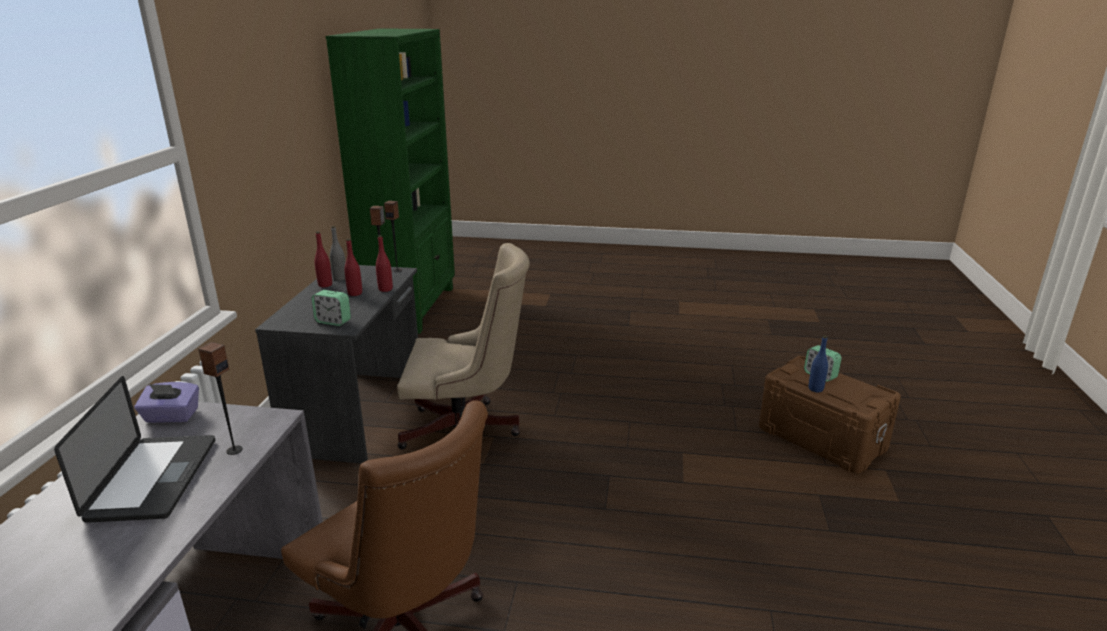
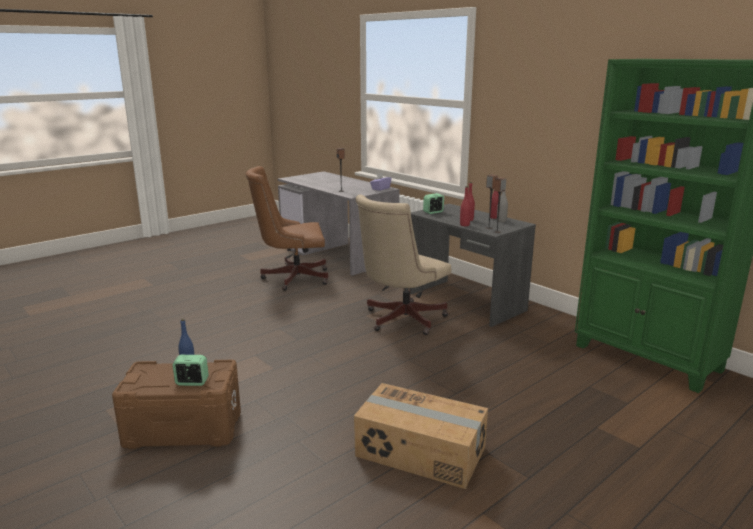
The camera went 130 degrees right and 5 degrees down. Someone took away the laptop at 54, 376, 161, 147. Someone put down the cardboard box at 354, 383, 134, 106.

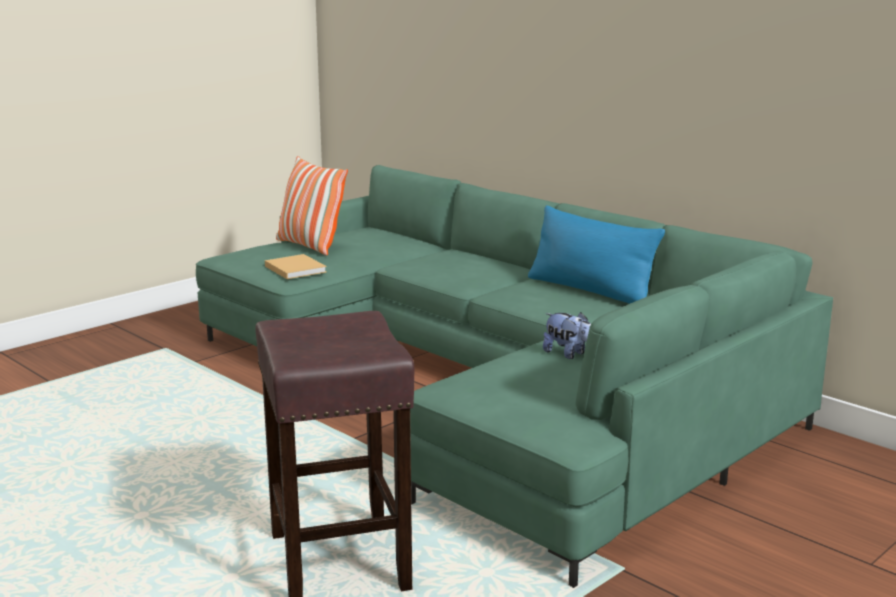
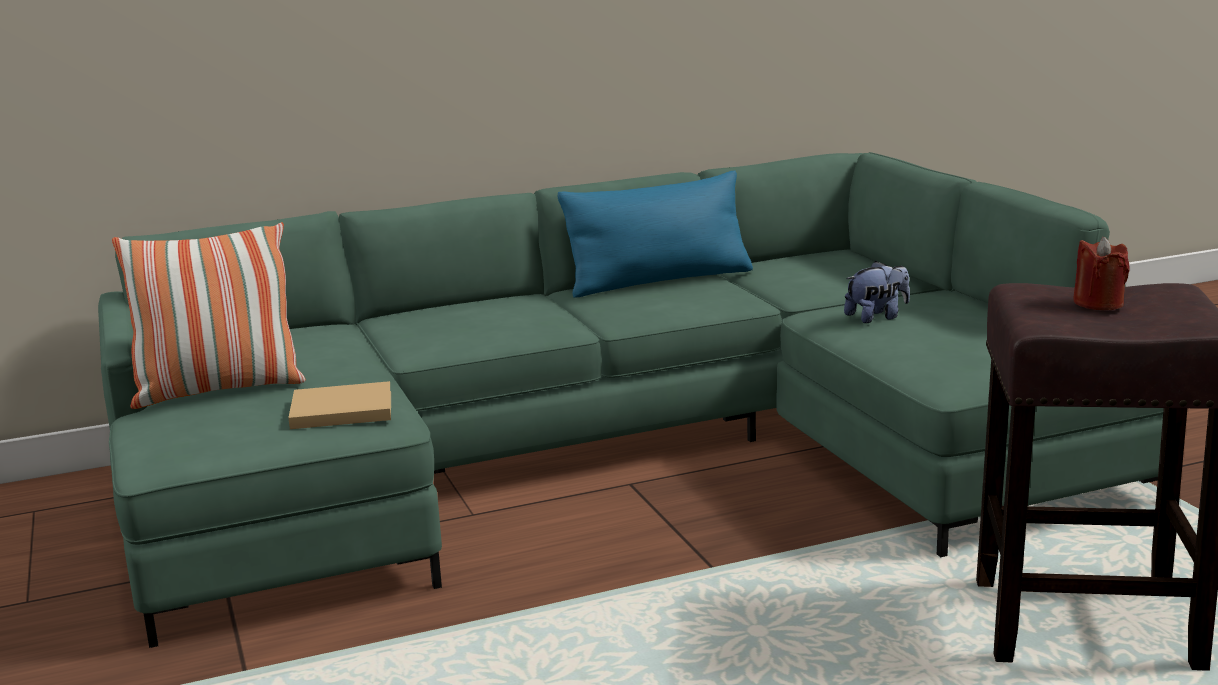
The camera went 65 degrees left and 0 degrees up. Someone put down the candle (red) at 1073, 237, 57, 73.

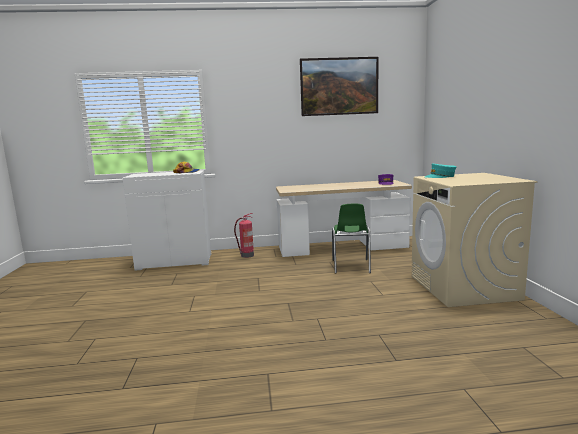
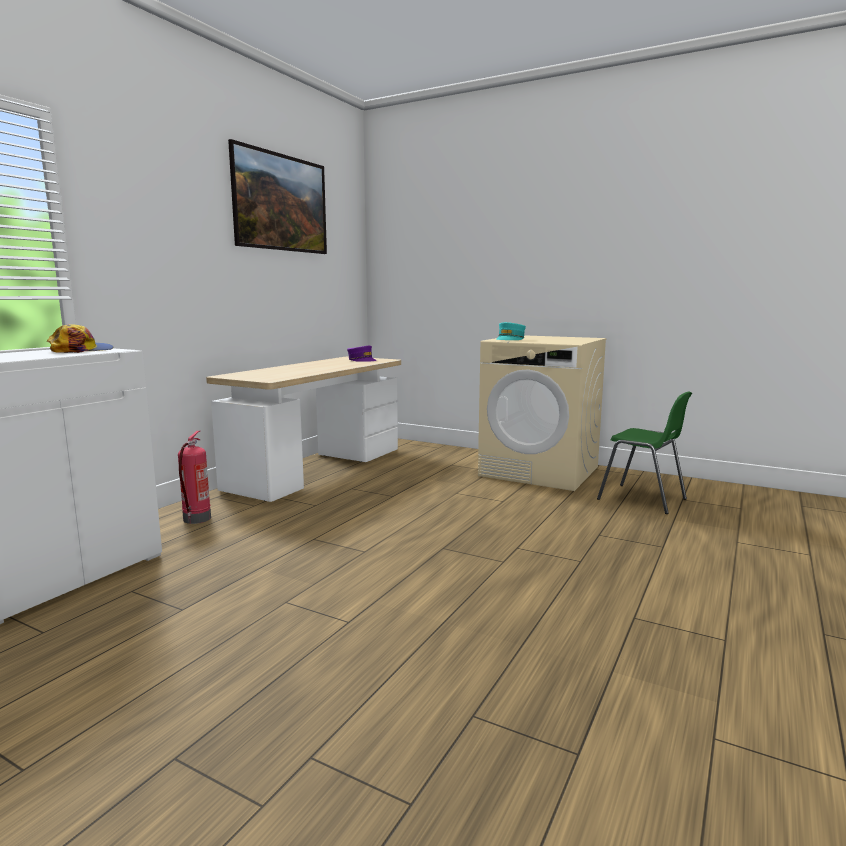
The camera went 55 degrees left and 0 degrees up. Someone carried the chair (green) from 332, 204, 39, 70 to 597, 392, 95, 122.

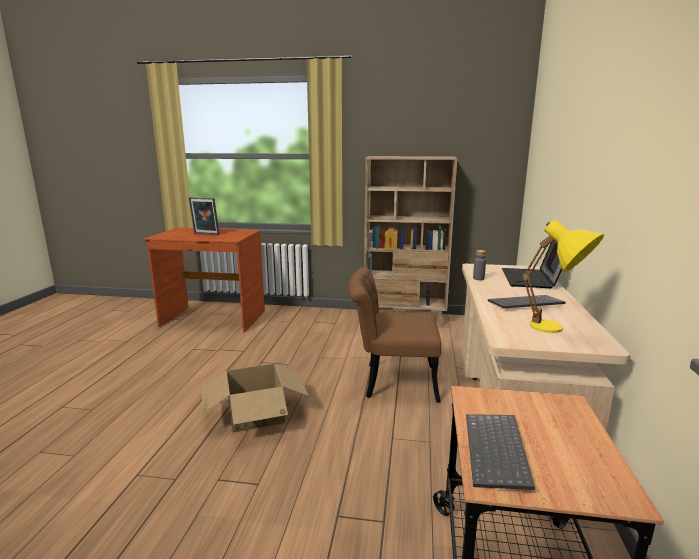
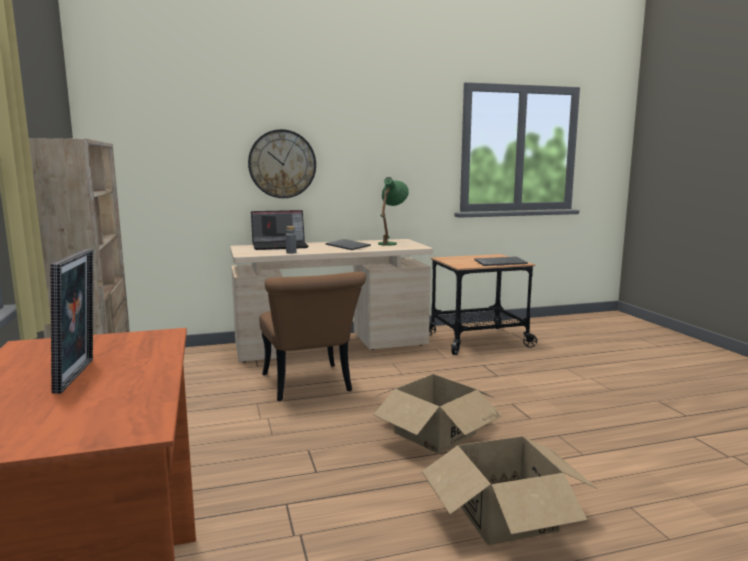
The camera went 115 degrees left and 5 degrees down. Someone repainted the table lamp (yellow) at 522, 220, 82, 113, which became the table lamp (green) at 378, 177, 31, 69. Someone put up the wall clock at 248, 129, 68, 69. Someone put down the cardboard box at 422, 436, 175, 109.

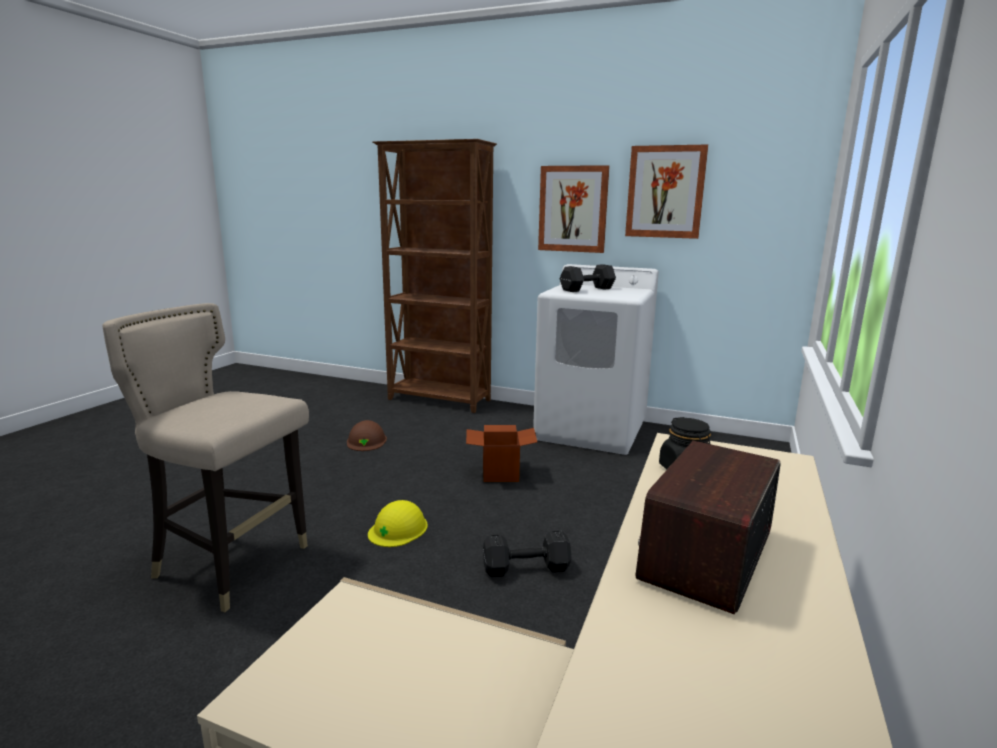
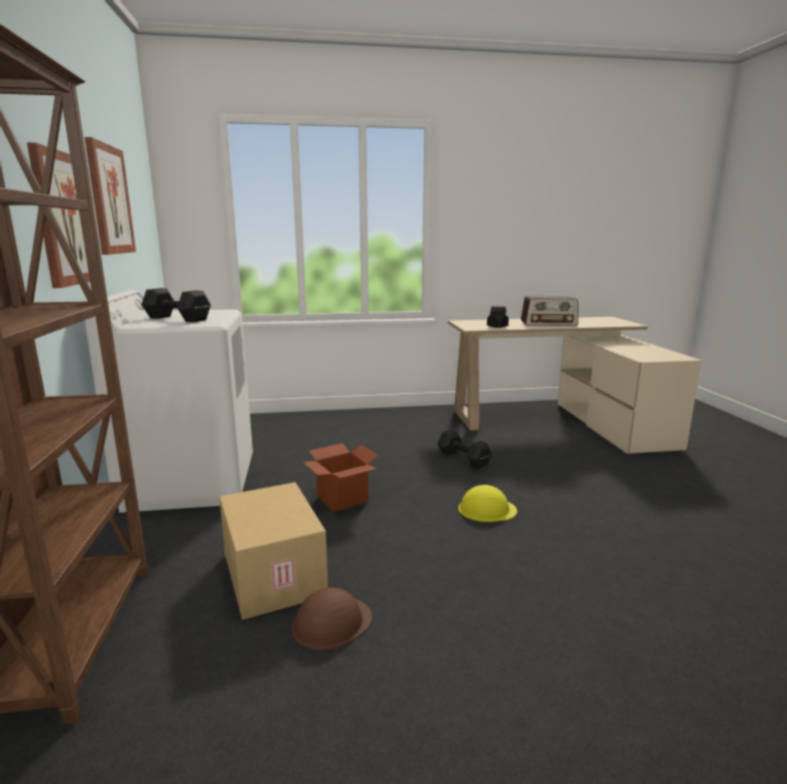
The camera went 120 degrees left and 0 degrees up. Someone took away the stool (beige) at 102, 303, 207, 309. Someone put down the cardboard box at 219, 482, 109, 138.

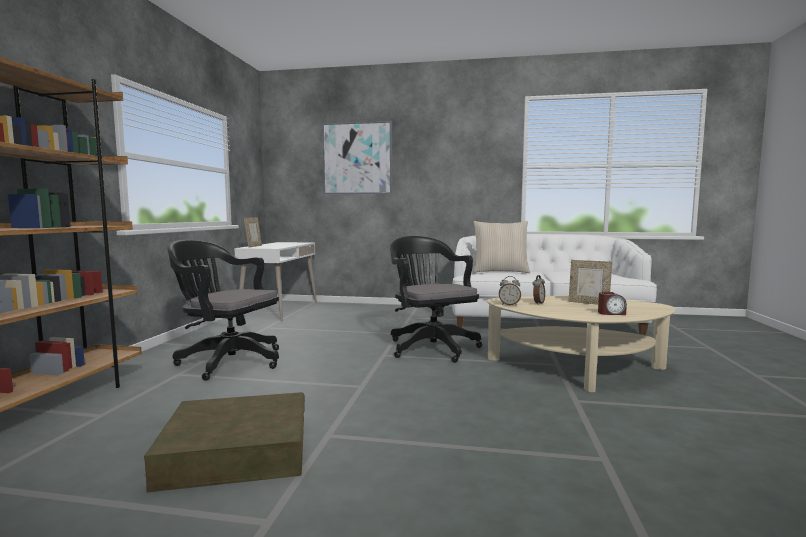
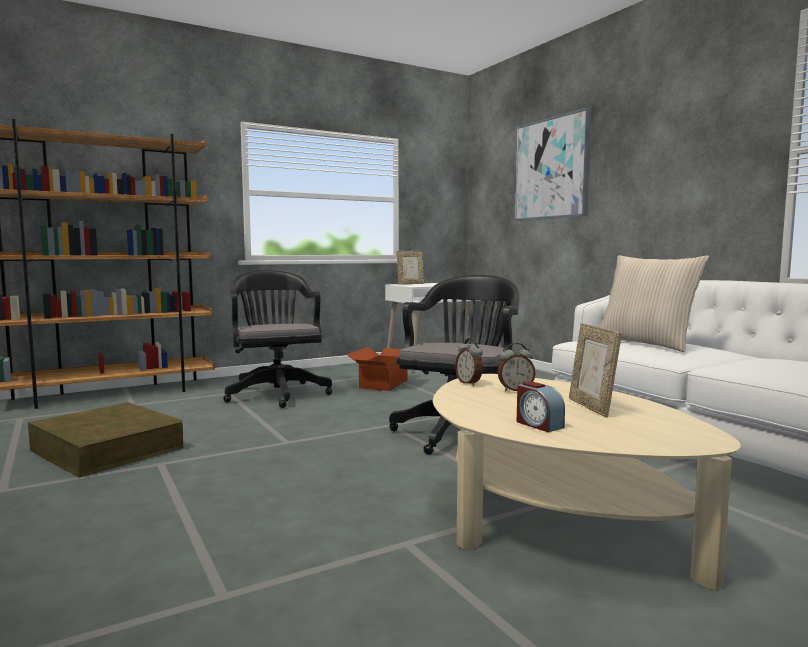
The camera went 50 degrees right and 0 degrees up. Someone put down the cardboard box at 347, 347, 61, 44.

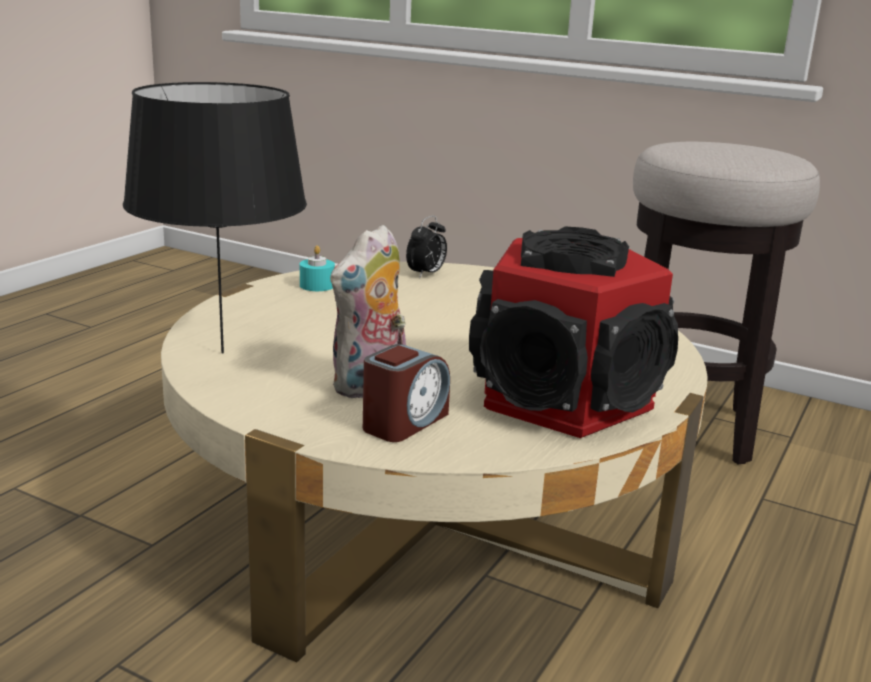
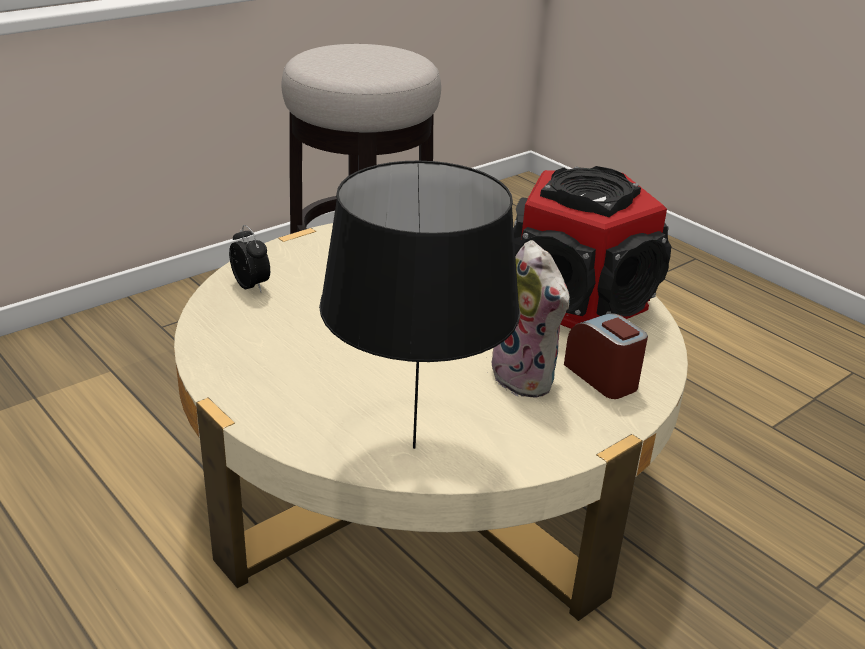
The camera went 70 degrees left and 10 degrees up. Someone took away the candle (turquoise) at 300, 245, 35, 46.

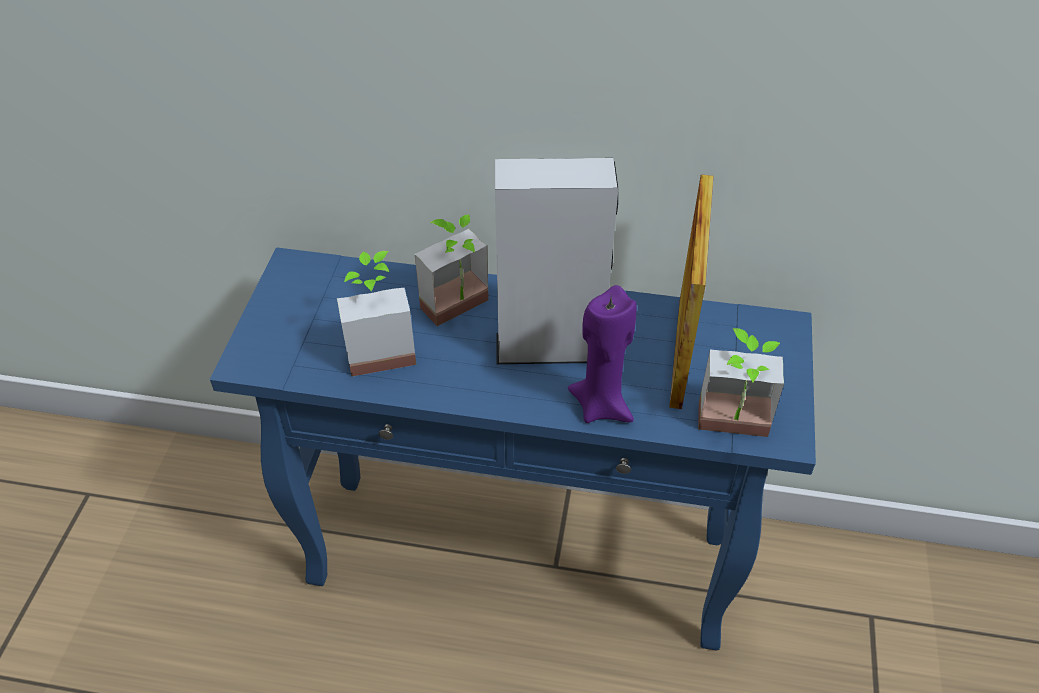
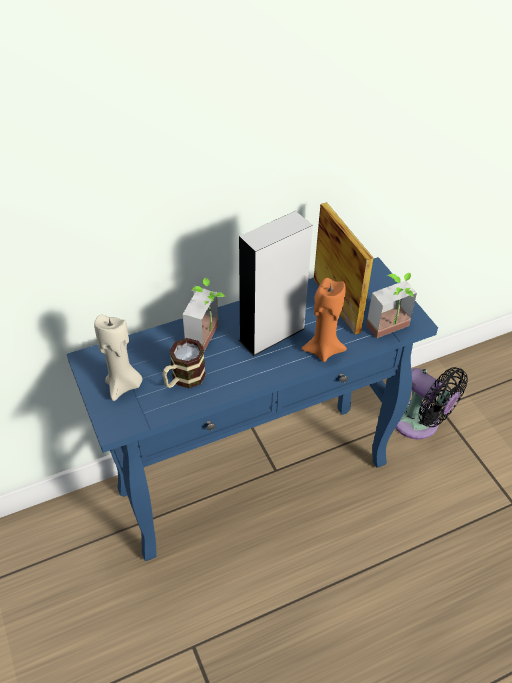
The camera went 35 degrees left and 0 degrees up. Someone swapped the potted plant at 337, 251, 79, 126 for the mug at 162, 338, 44, 50. Someone repainted the candle (purple) at 568, 285, 69, 138, which became the candle (orange) at 302, 278, 45, 84. Someone put down the candle (beige) at 94, 315, 48, 86. Someone put down the fan (black) at 395, 367, 73, 73.

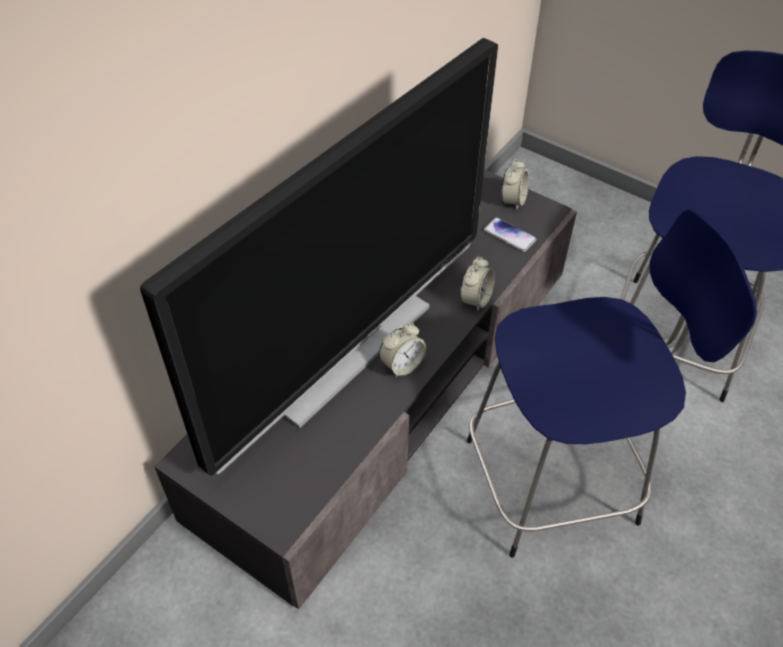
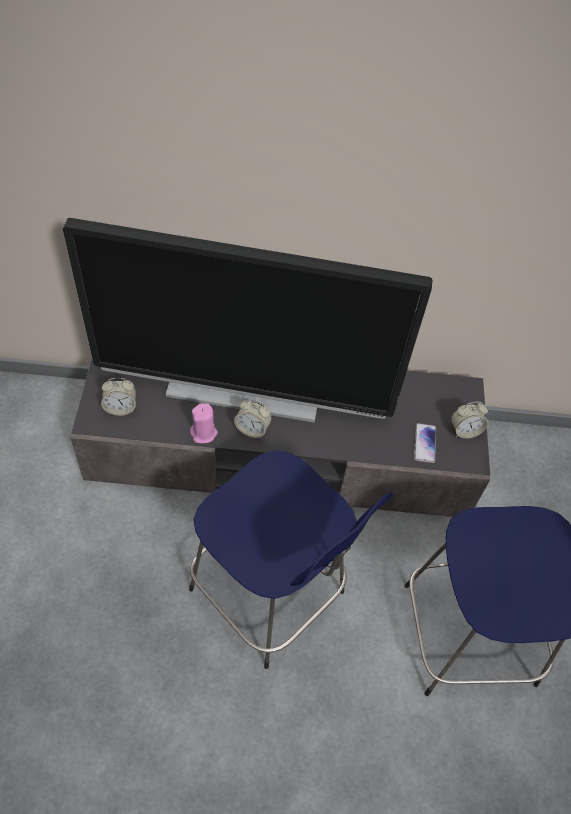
The camera went 55 degrees right and 5 degrees up. Someone carried the alarm clock from 460, 256, 35, 56 to 101, 378, 35, 38. Someone put down the candle (pink) at 190, 403, 28, 40.

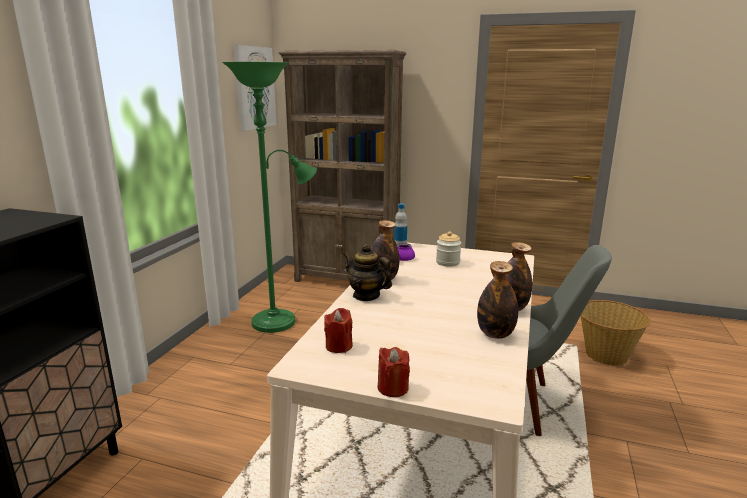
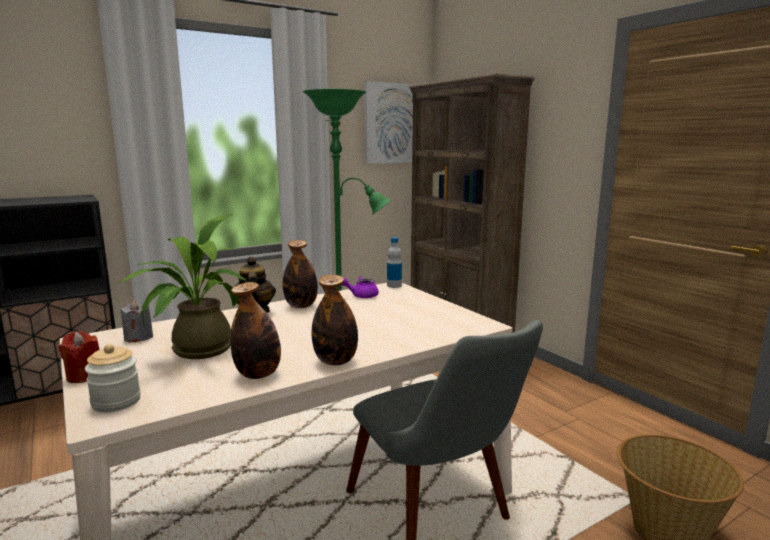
The camera went 40 degrees right and 5 degrees down. Someone carried the jar from 436, 231, 25, 36 to 85, 344, 56, 68. Someone repainted the candle (red) at 324, 308, 29, 45, which became the candle (grey) at 120, 300, 33, 43. Someone put down the potted plant at 116, 215, 131, 144.

